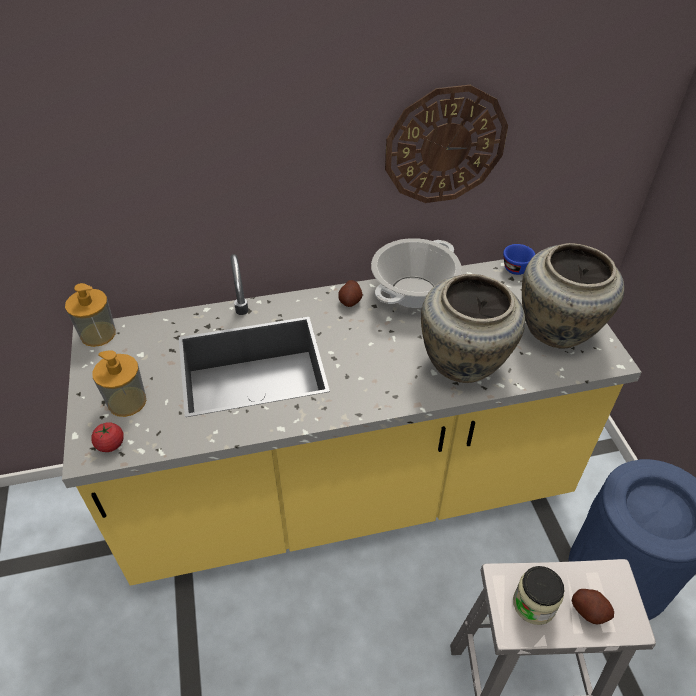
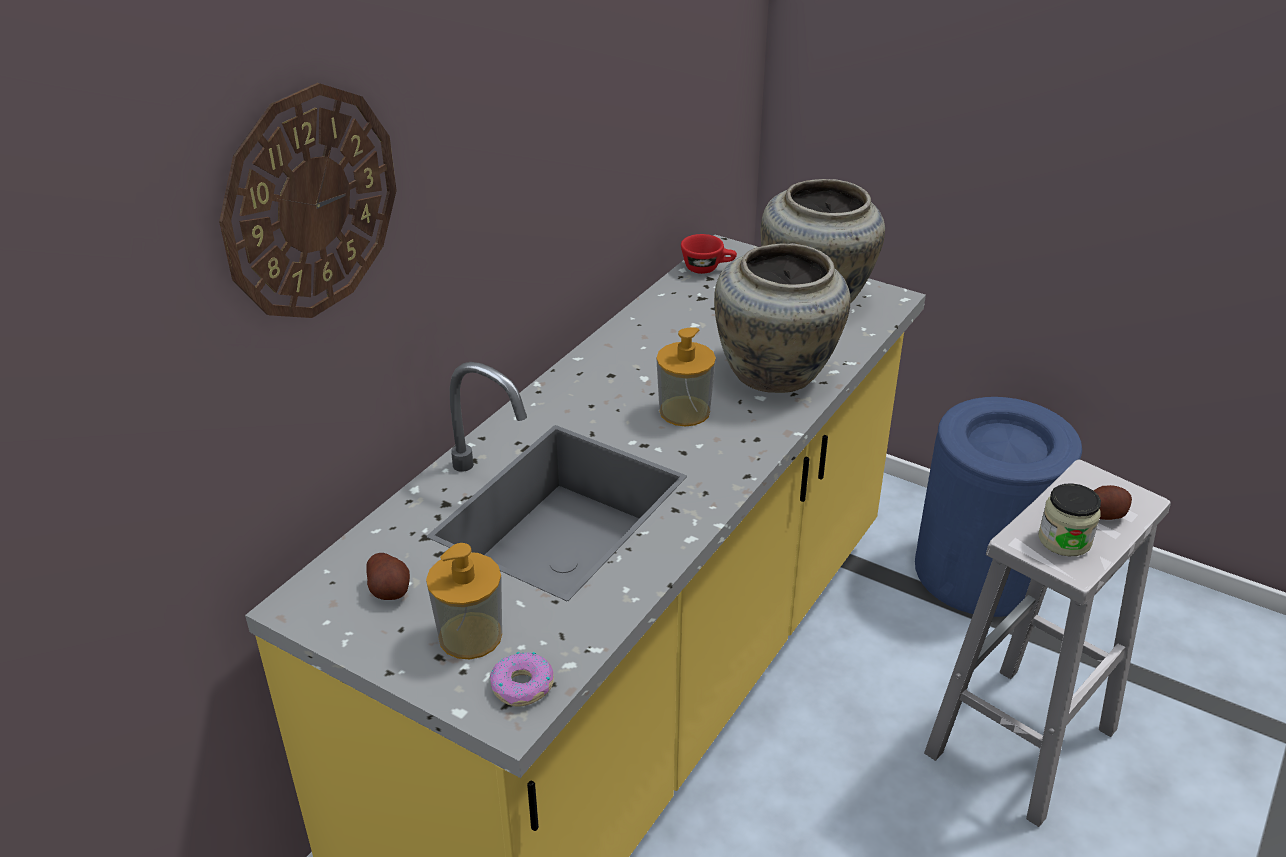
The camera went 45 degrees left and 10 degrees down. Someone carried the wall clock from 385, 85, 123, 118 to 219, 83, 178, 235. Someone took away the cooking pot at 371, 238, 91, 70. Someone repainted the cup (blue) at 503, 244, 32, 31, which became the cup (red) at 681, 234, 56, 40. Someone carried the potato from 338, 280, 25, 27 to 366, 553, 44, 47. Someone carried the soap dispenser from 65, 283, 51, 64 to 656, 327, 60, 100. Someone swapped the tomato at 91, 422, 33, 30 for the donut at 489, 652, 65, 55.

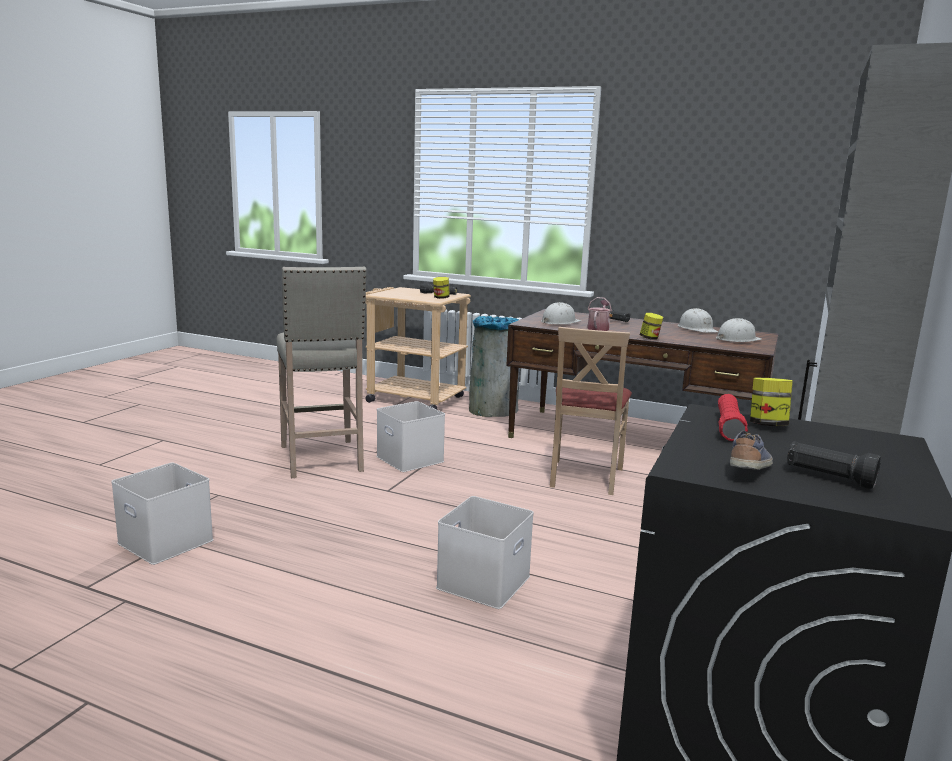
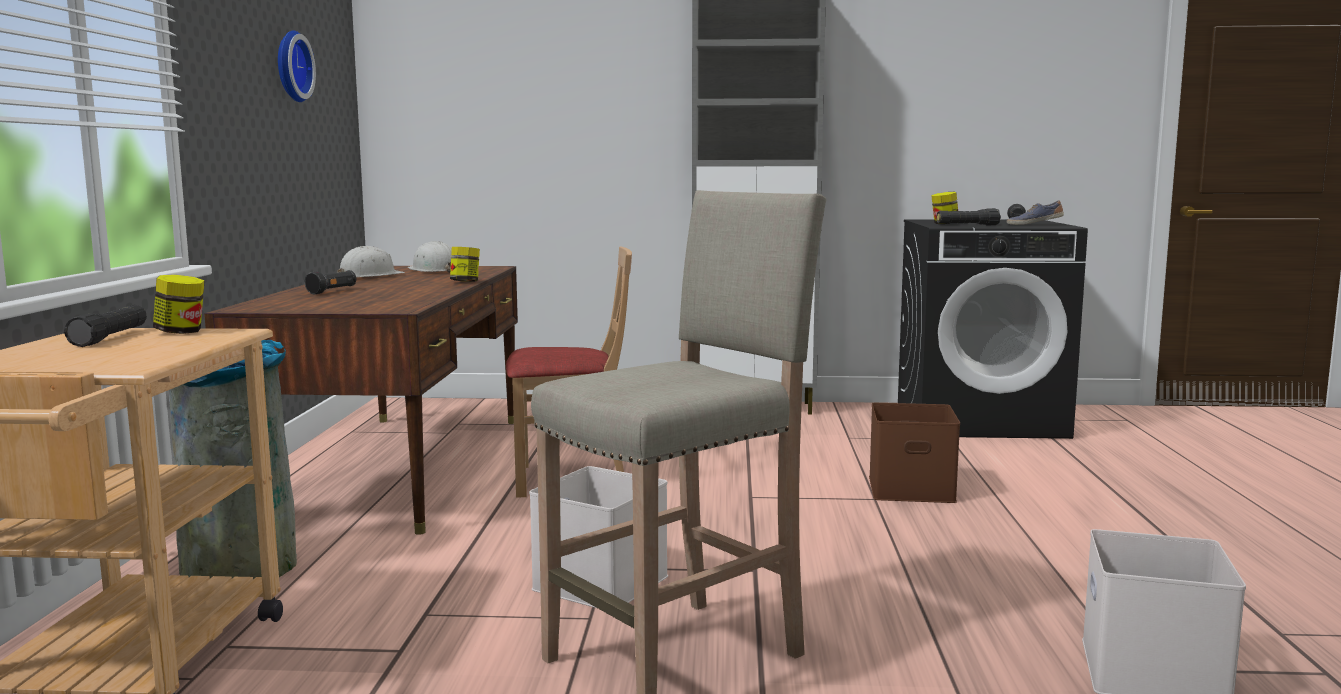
The camera went 110 degrees left and 5 degrees down. Someone took away the watering can at 587, 297, 25, 34. Someone took away the hard hat (white) at 541, 302, 40, 22. Someone repainted the flashlight (red) at 718, 394, 30, 47, which became the flashlight (black) at 936, 208, 65, 17. Someone repainted the storage box (white) at 436, 496, 98, 113, which became the storage box (brown) at 869, 403, 91, 100. Someone put up the wall clock at 278, 30, 38, 72.

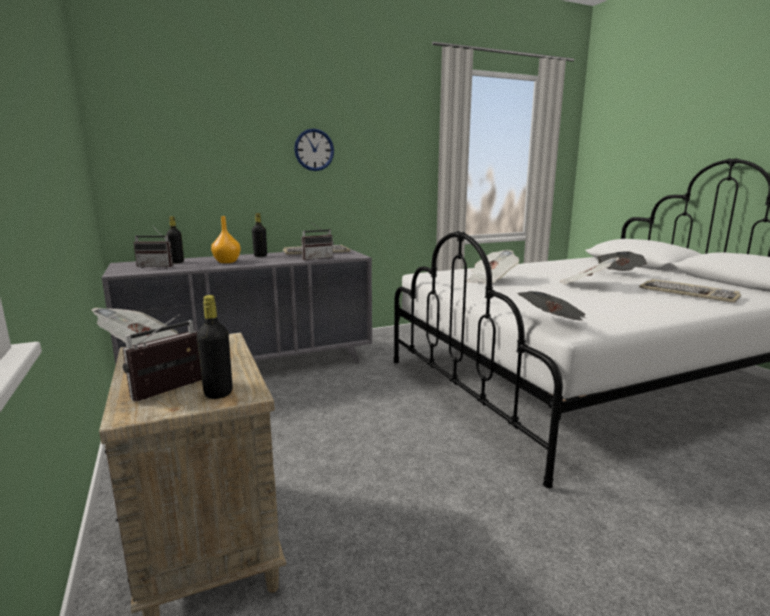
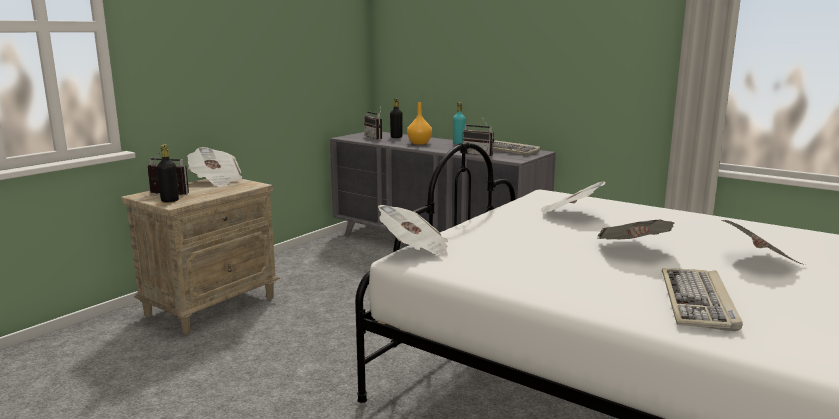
The camera went 60 degrees right and 0 degrees up. Someone took away the wall clock at 294, 128, 40, 43. Someone repainted the bottle (black) at 252, 213, 15, 44, which became the bottle (turquoise) at 453, 103, 13, 42.

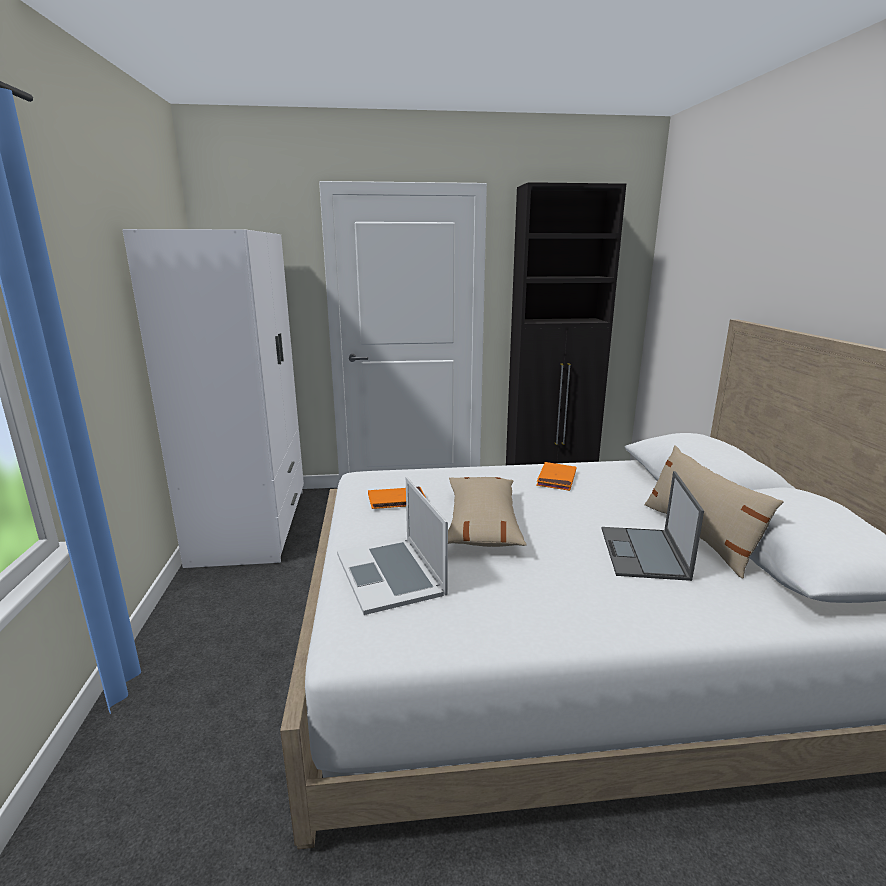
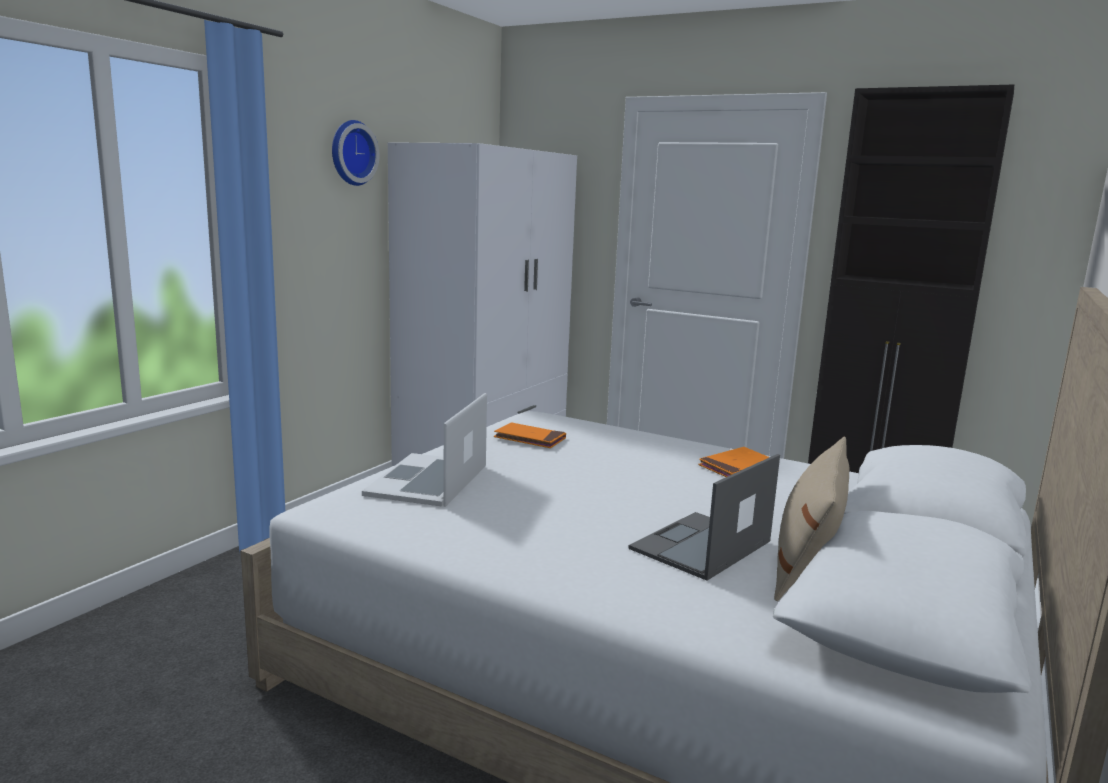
The camera went 35 degrees right and 5 degrees down. Someone took away the pillow (beige) at 448, 477, 79, 70. Someone put up the wall clock at 332, 120, 47, 66.

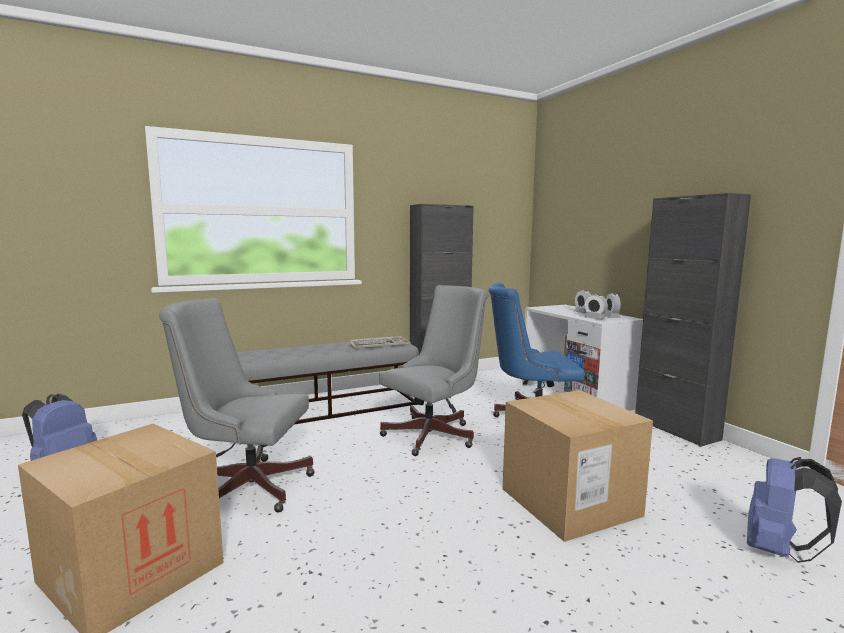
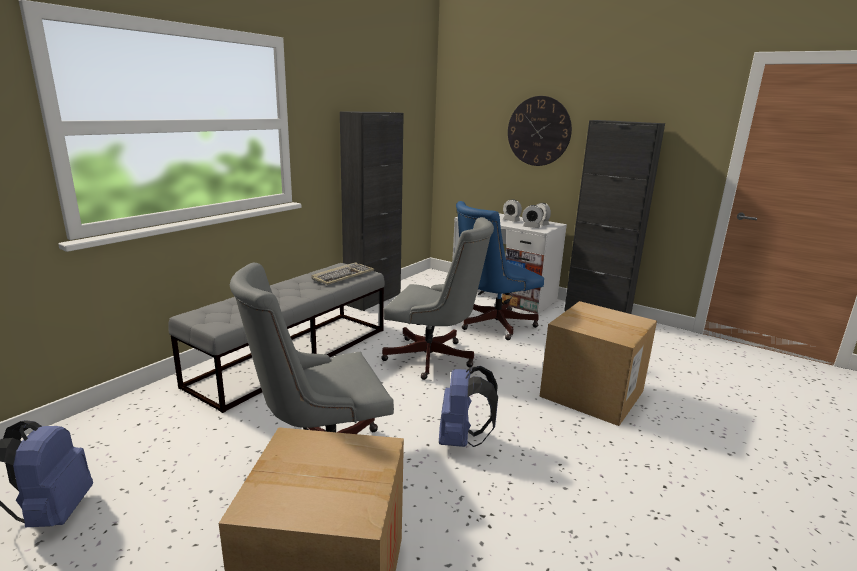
The camera went 30 degrees left and 10 degrees up. Someone rotated the office chair (grey) at 379, 285, 109, 171 by 90 degrees clockwise. Someone carried the backpack (blue) from 747, 457, 95, 106 to 439, 366, 59, 81. Someone put up the wall clock at 508, 96, 64, 70.

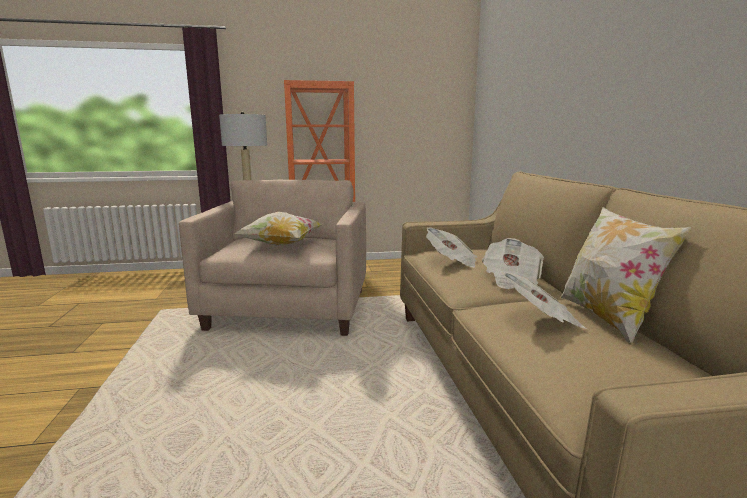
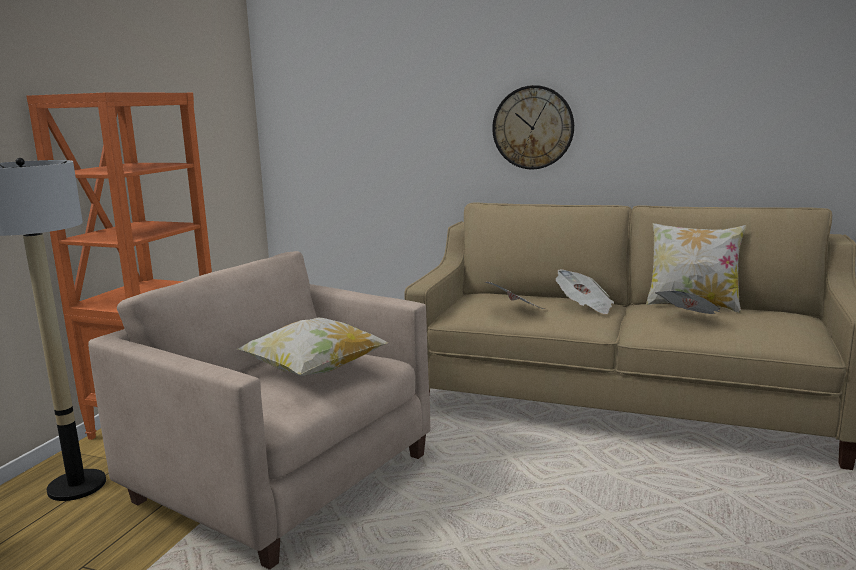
The camera went 60 degrees left and 0 degrees up. Someone put up the wall clock at 492, 85, 82, 84.

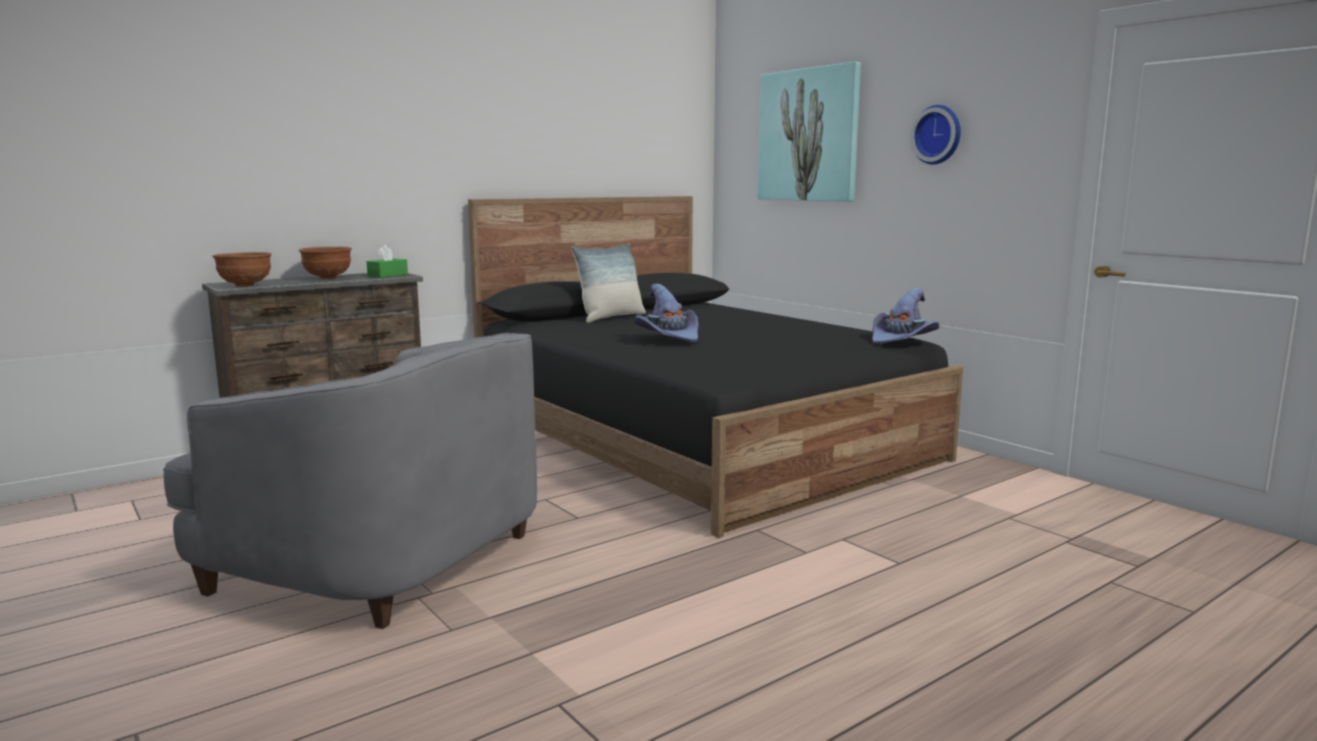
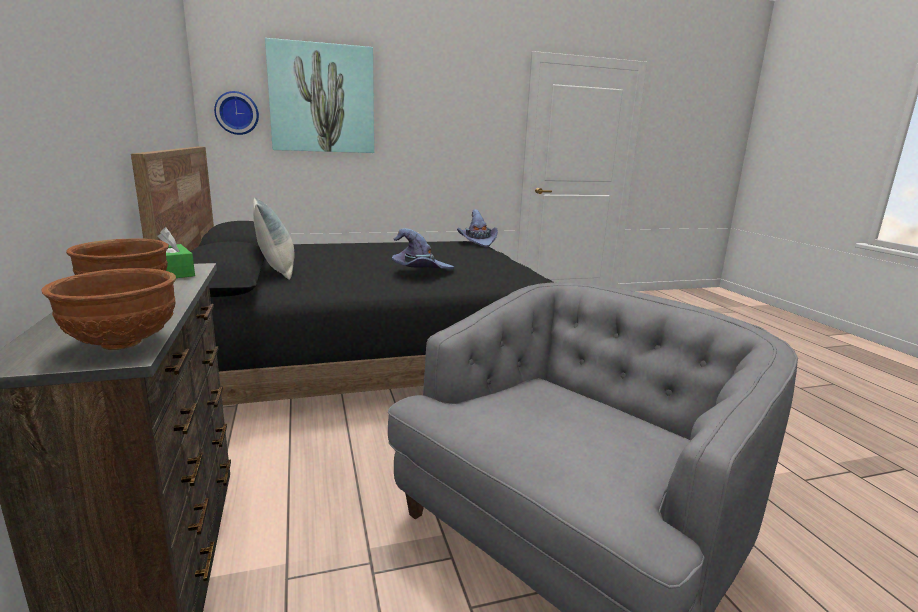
The camera went 70 degrees left and 5 degrees up. Someone carried the wall clock from 910, 105, 51, 60 to 214, 91, 45, 44.

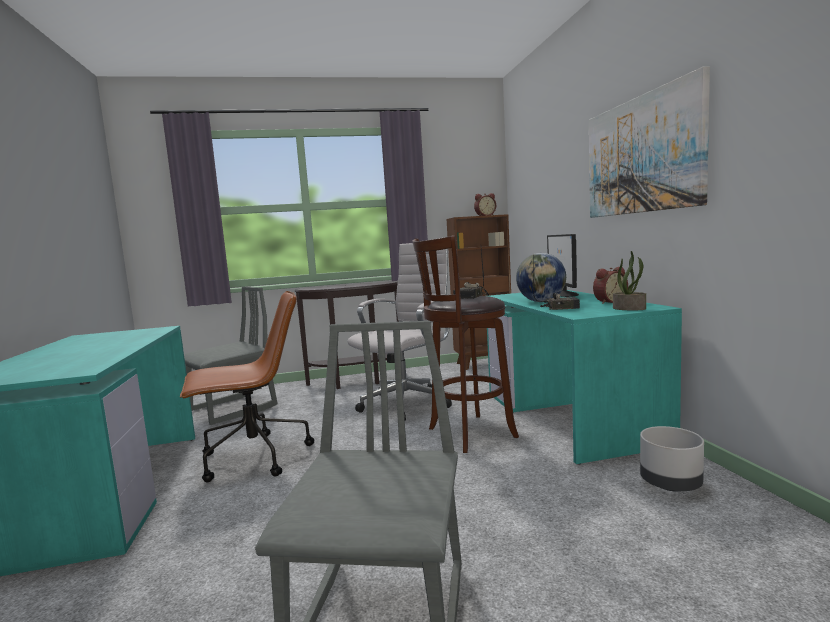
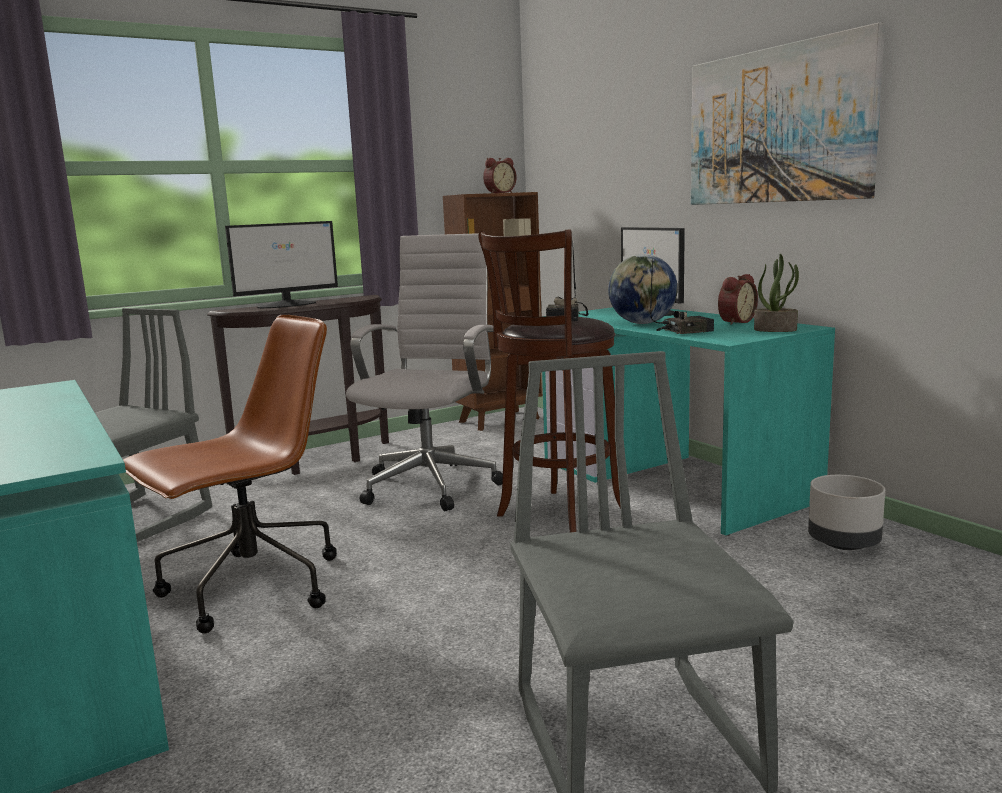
The camera went 20 degrees left and 5 degrees up. Someone put down the monitor at 225, 221, 113, 87.

